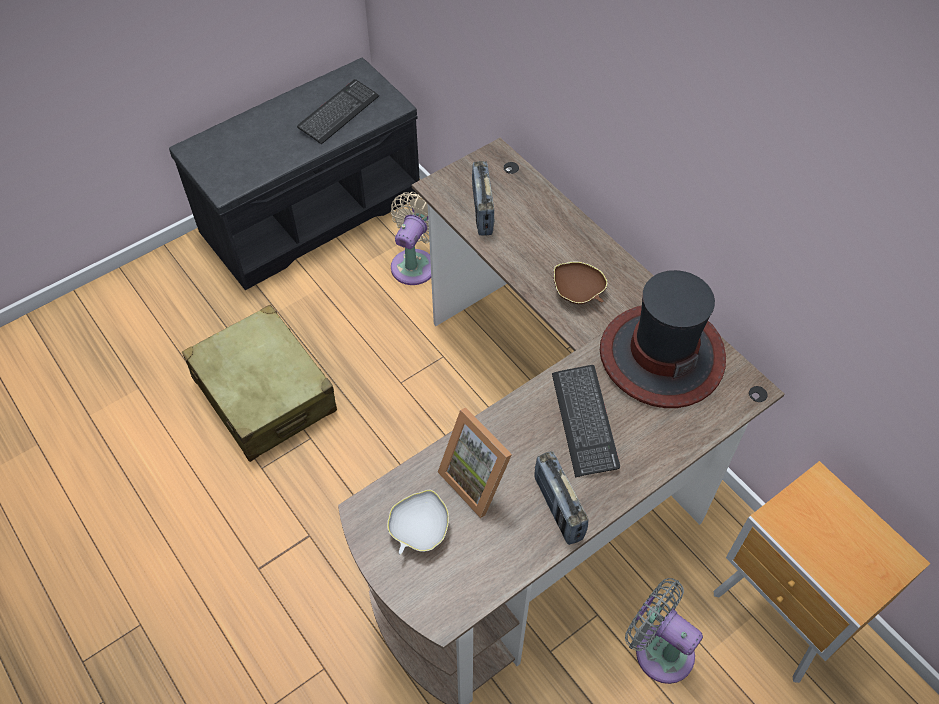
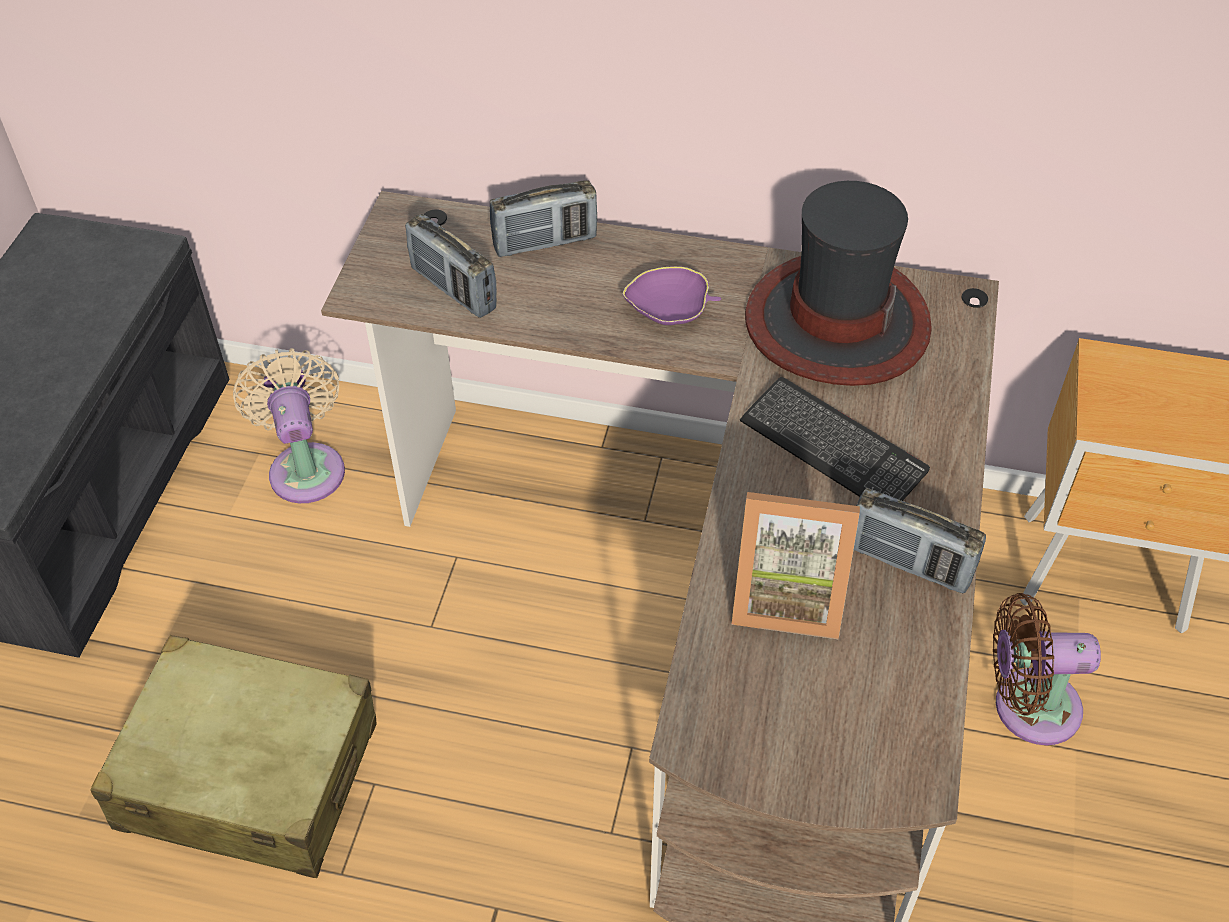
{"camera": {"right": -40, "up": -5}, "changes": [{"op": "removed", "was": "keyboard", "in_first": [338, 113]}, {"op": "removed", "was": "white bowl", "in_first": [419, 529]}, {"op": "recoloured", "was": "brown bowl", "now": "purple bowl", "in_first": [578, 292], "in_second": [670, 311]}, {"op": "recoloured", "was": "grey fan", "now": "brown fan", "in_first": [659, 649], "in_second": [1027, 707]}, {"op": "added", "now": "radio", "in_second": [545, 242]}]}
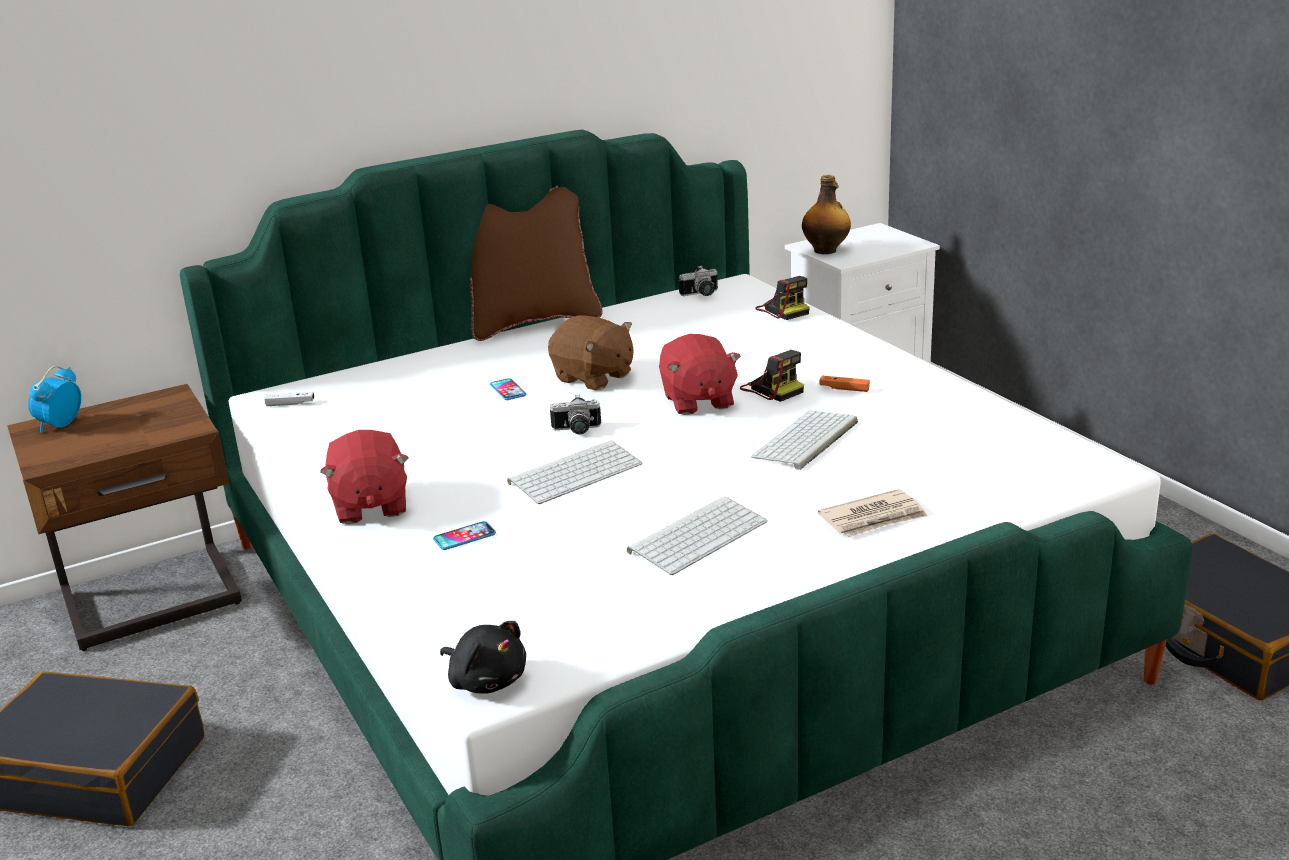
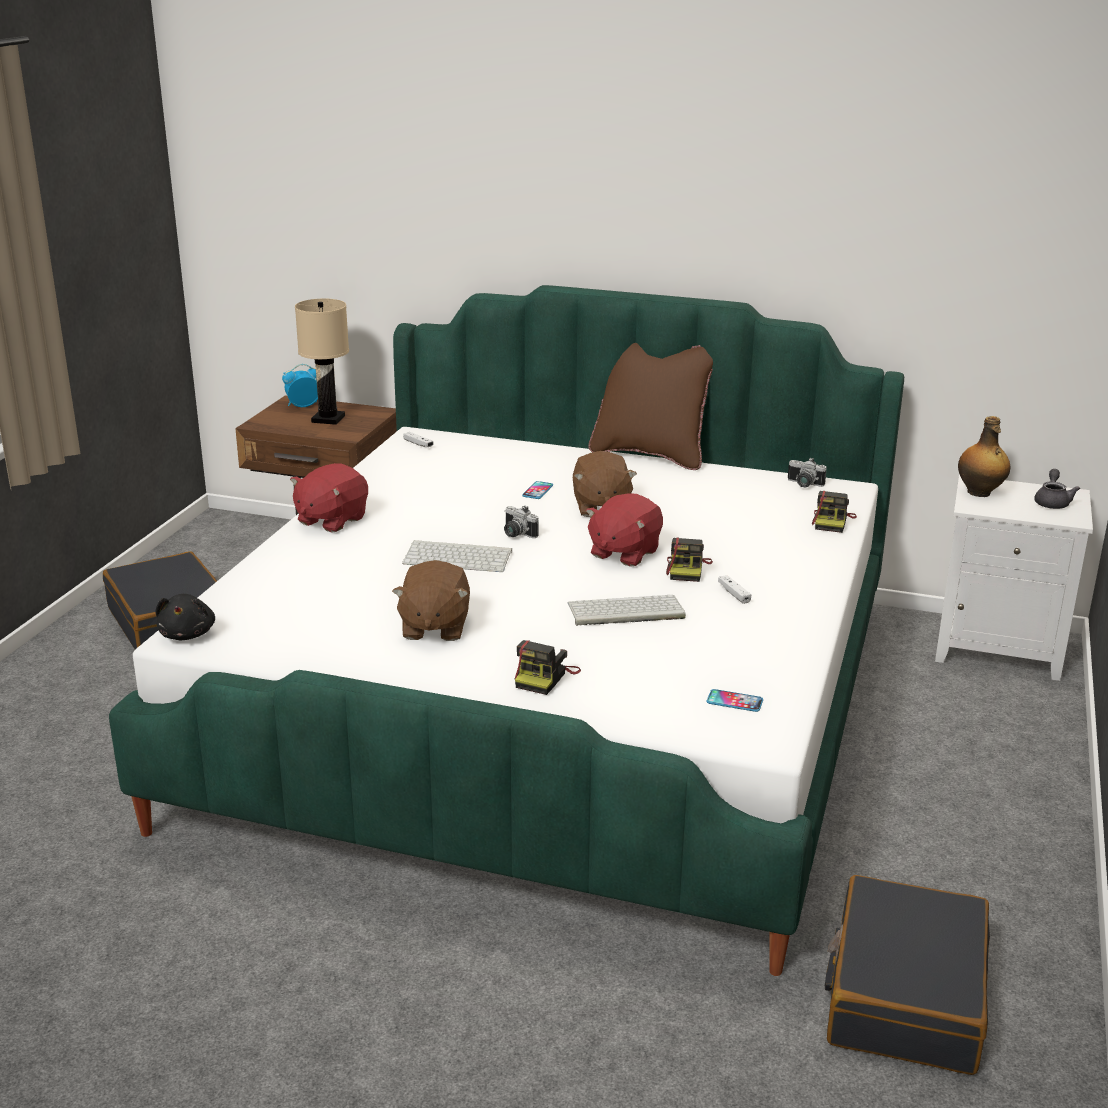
{"camera": {"right": 45, "up": 0}, "changes": [{"op": "moved", "was": "phone", "in_first": [464, 537], "in_second": [734, 701]}, {"op": "replaced", "was": "keyboard", "now": "brown plush toy", "in_first": [698, 535], "in_second": [434, 627]}, {"op": "replaced", "was": "newspaper", "now": "photo camera", "in_first": [874, 518], "in_second": [545, 677]}, {"op": "recoloured", "was": "orange game controller", "now": "white game controller", "in_first": [844, 389], "in_second": [734, 594]}, {"op": "added", "now": "beige table lamp", "in_second": [328, 419]}, {"op": "added", "now": "grey teapot", "in_second": [1052, 502]}]}
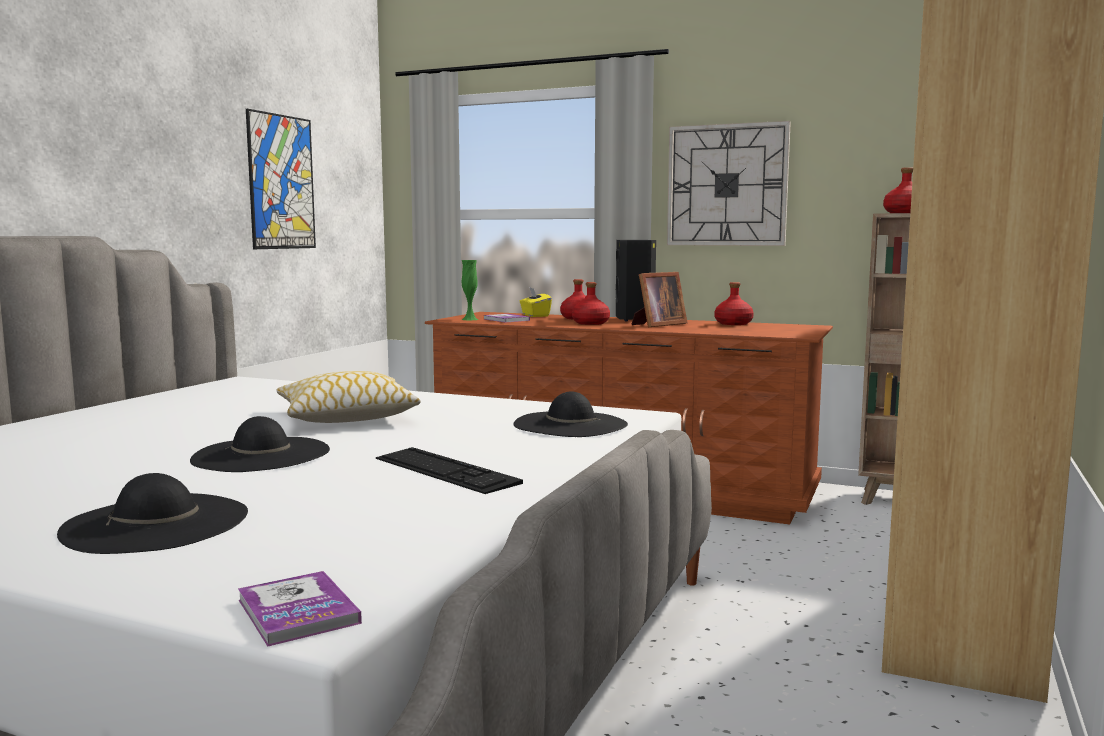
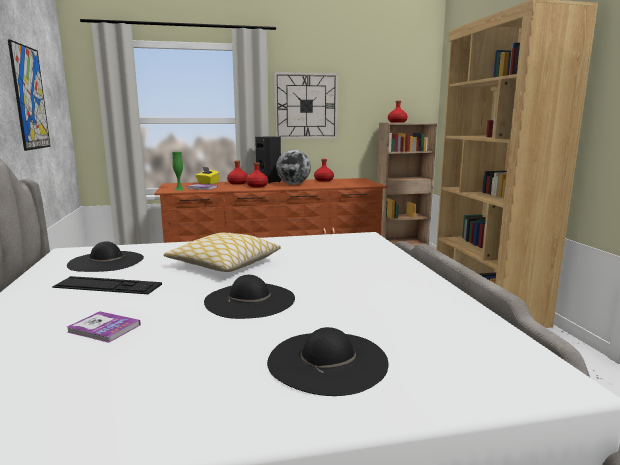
{"camera": {"right": -35, "up": 5}, "changes": [{"op": "moved", "was": "book", "in_first": [298, 611], "in_second": [104, 328]}, {"op": "moved", "was": "keyboard", "in_first": [445, 470], "in_second": [107, 286]}, {"op": "moved", "was": "black hat", "in_first": [570, 424], "in_second": [106, 261]}, {"op": "replaced", "was": "picture frame", "now": "globe", "in_first": [657, 325], "in_second": [293, 184]}]}
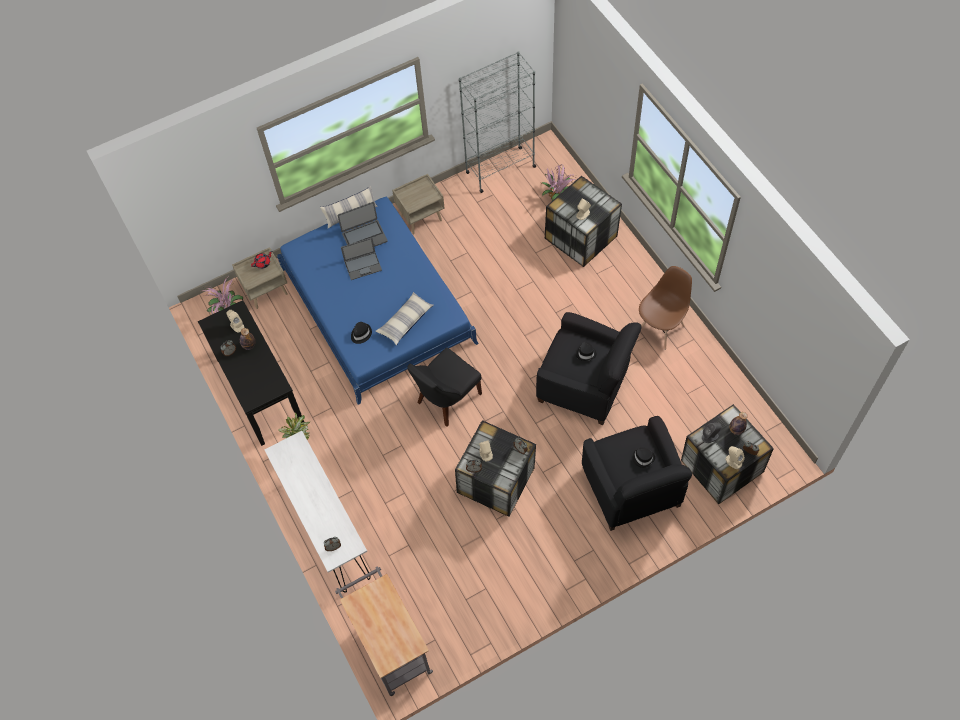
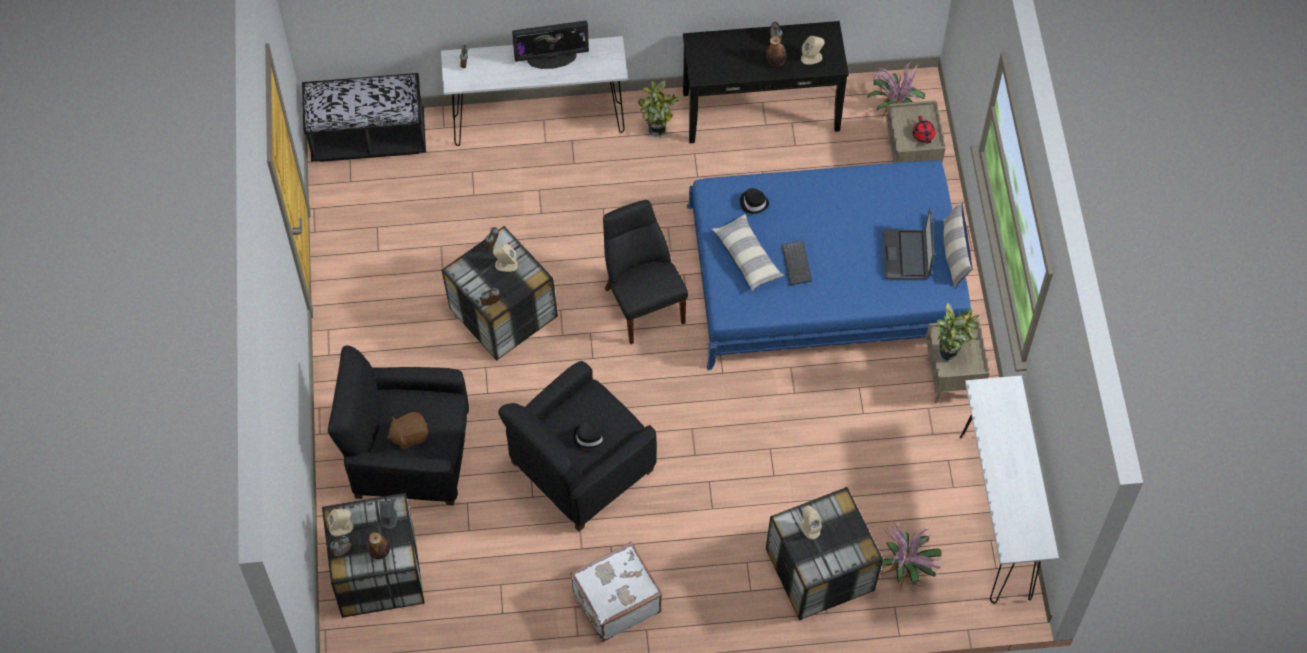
{"camera": {"right": 110, "up": 0}, "changes": [{"op": "replaced", "was": "grey cart", "now": "black bench", "in_first": [390, 646], "in_second": [368, 138]}, {"op": "removed", "was": "laptop", "in_first": [363, 265]}, {"op": "replaced", "was": "grey bookcase", "now": "white console table", "in_first": [500, 170], "in_second": [995, 515]}, {"op": "replaced", "was": "black hat", "now": "brown plush toy", "in_first": [642, 457], "in_second": [409, 435]}, {"op": "replaced", "was": "brown chair", "now": "white suitcase", "in_first": [660, 329], "in_second": [615, 601]}, {"op": "added", "now": "monitor", "in_second": [552, 58]}, {"op": "added", "now": "keyboard", "in_second": [797, 264]}, {"op": "added", "now": "potted plant", "in_second": [950, 353]}]}
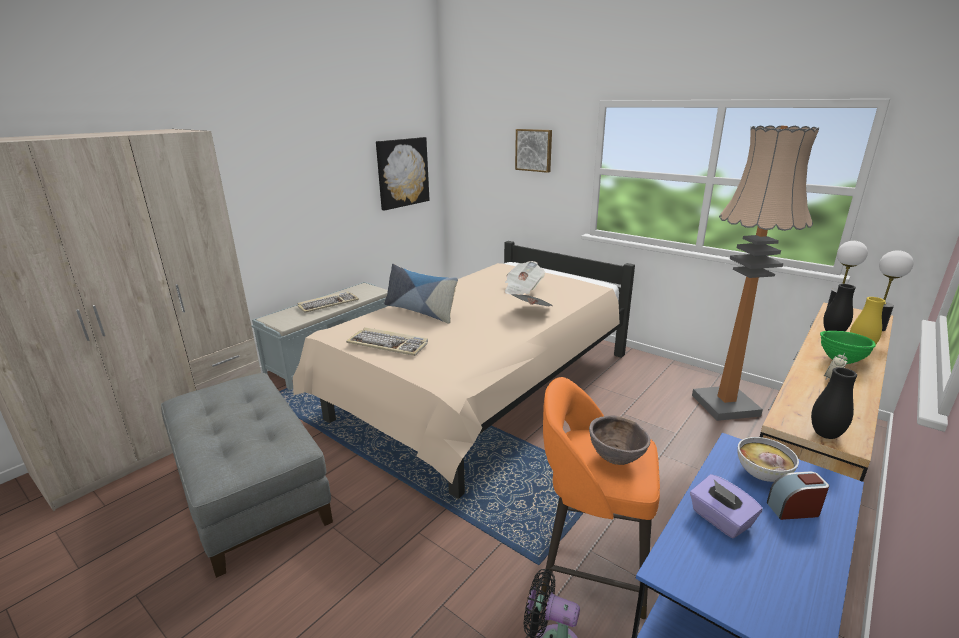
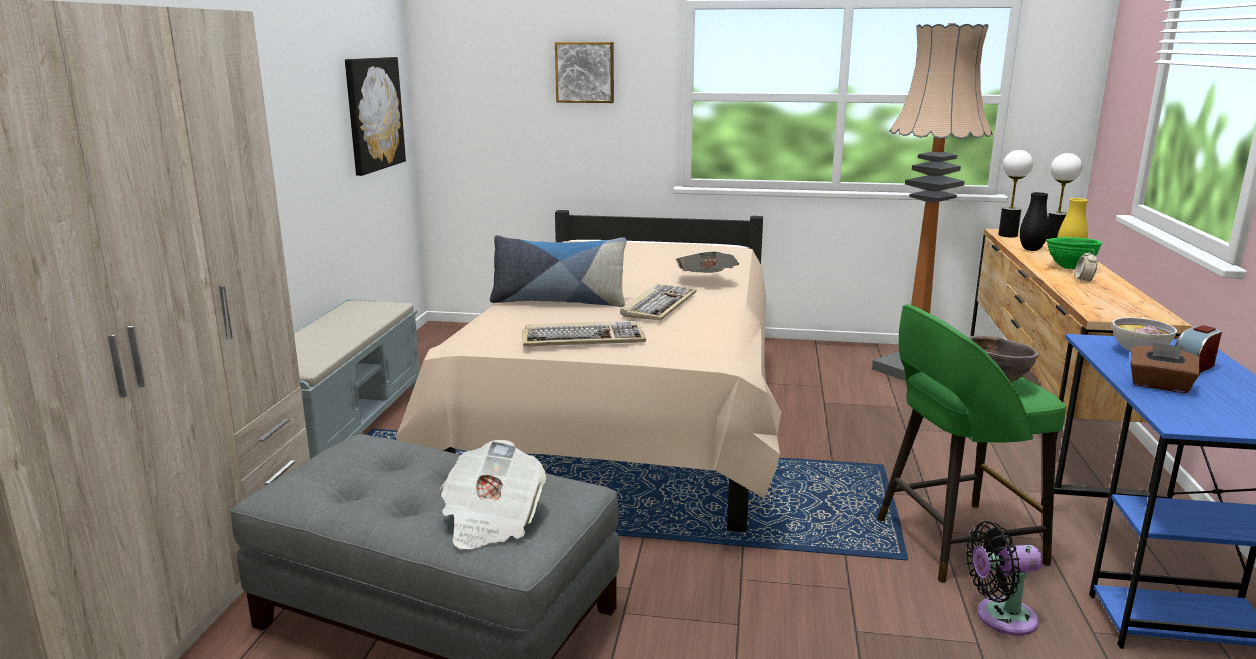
{"camera": {"right": -30, "up": -5}, "changes": [{"op": "moved", "was": "keyboard", "in_first": [328, 304], "in_second": [658, 305]}, {"op": "moved", "was": "newspaper", "in_first": [522, 289], "in_second": [491, 521]}, {"op": "recoloured", "was": "orange stool", "now": "green stool", "in_first": [590, 564], "in_second": [954, 541]}, {"op": "recoloured", "was": "purple tissue box", "now": "brown tissue box", "in_first": [720, 519], "in_second": [1159, 385]}, {"op": "removed", "was": "black vase", "in_first": [825, 434]}]}
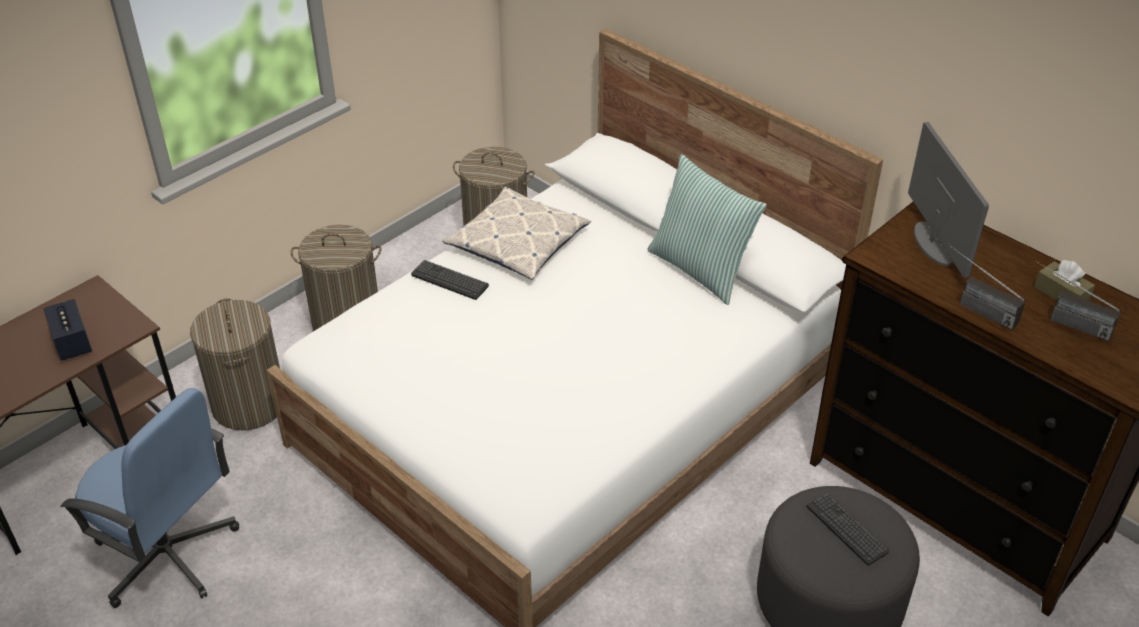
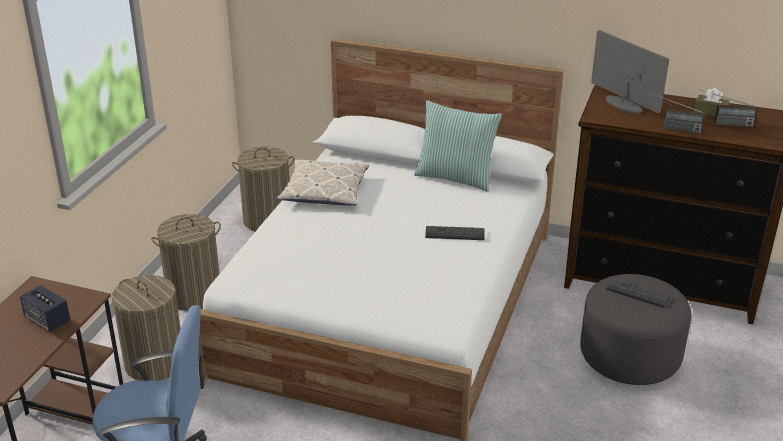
{"camera": {"right": -25, "up": -10}, "changes": [{"op": "moved", "was": "keyboard", "in_first": [449, 280], "in_second": [455, 234]}]}
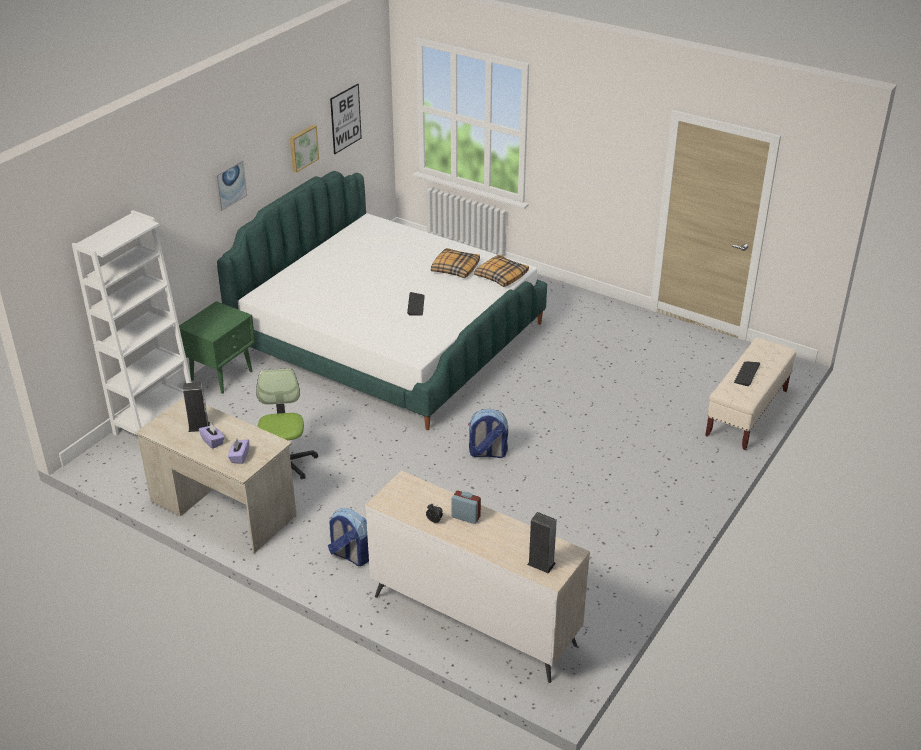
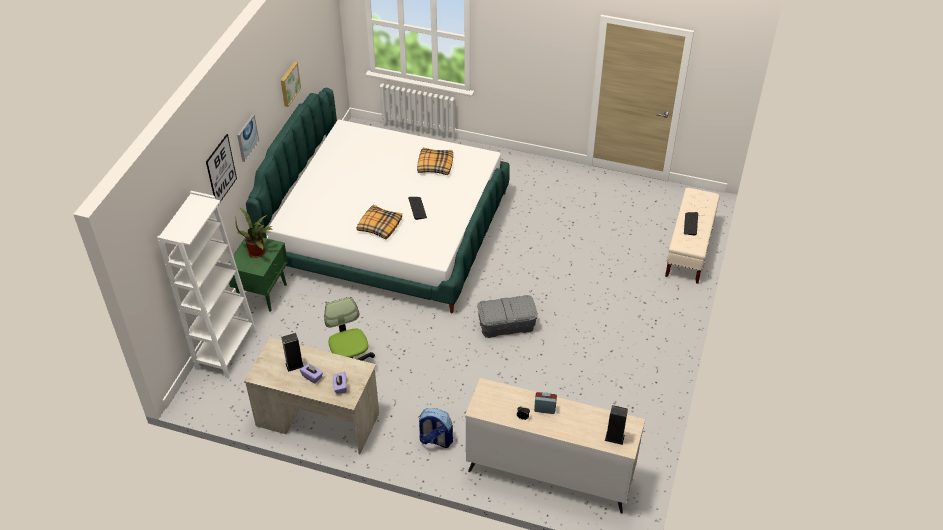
{"camera": {"right": -15, "up": 10}, "changes": [{"op": "moved", "was": "picture", "in_first": [345, 118], "in_second": [221, 170]}, {"op": "replaced", "was": "backpack", "now": "grey storage box", "in_first": [487, 453], "in_second": [506, 325]}, {"op": "moved", "was": "pillow", "in_first": [501, 276], "in_second": [379, 226]}, {"op": "added", "now": "potted plant", "in_second": [258, 251]}]}
